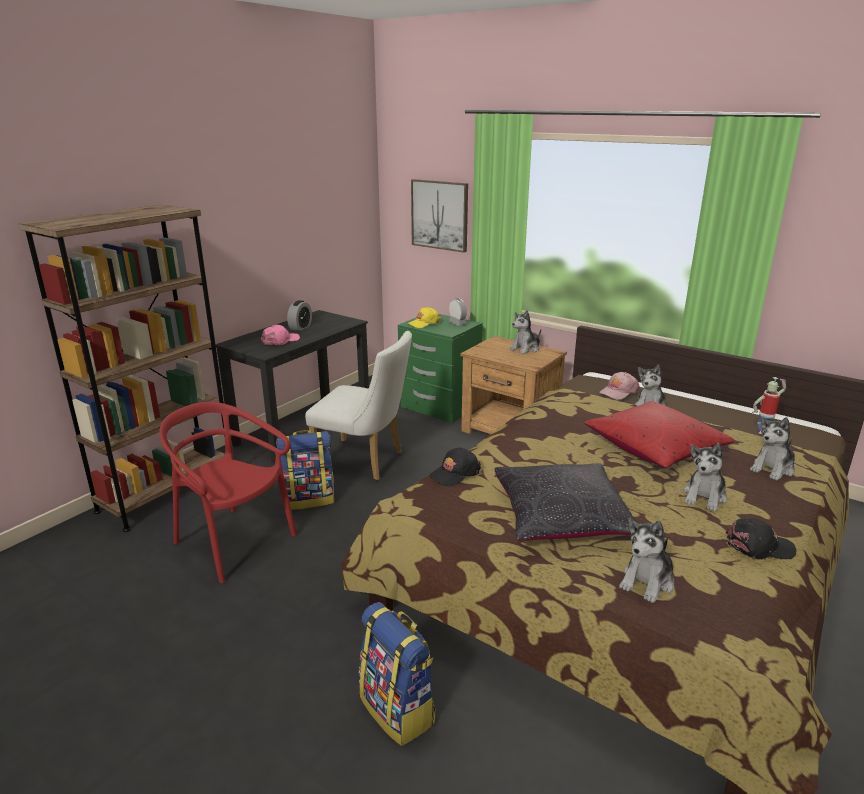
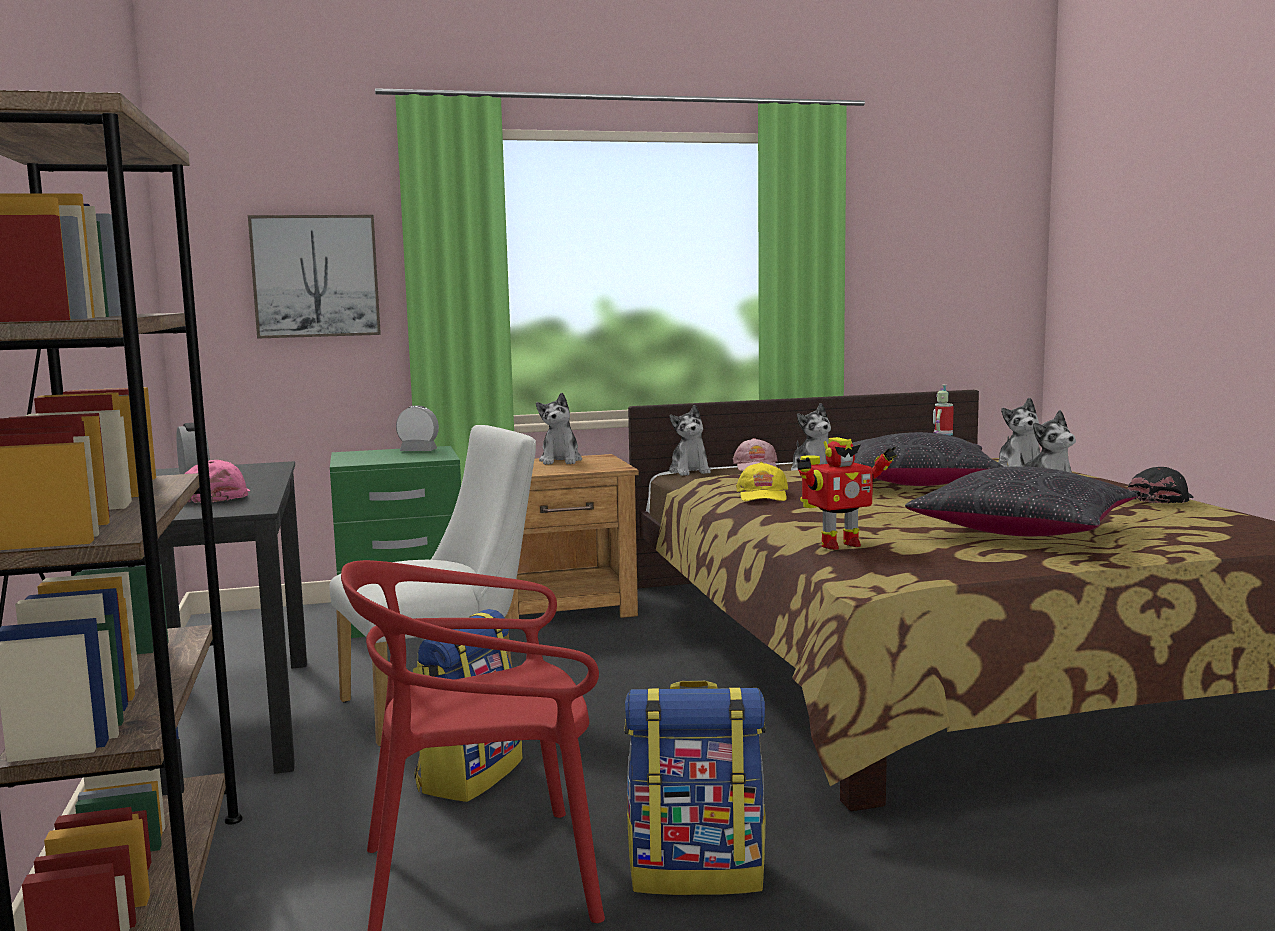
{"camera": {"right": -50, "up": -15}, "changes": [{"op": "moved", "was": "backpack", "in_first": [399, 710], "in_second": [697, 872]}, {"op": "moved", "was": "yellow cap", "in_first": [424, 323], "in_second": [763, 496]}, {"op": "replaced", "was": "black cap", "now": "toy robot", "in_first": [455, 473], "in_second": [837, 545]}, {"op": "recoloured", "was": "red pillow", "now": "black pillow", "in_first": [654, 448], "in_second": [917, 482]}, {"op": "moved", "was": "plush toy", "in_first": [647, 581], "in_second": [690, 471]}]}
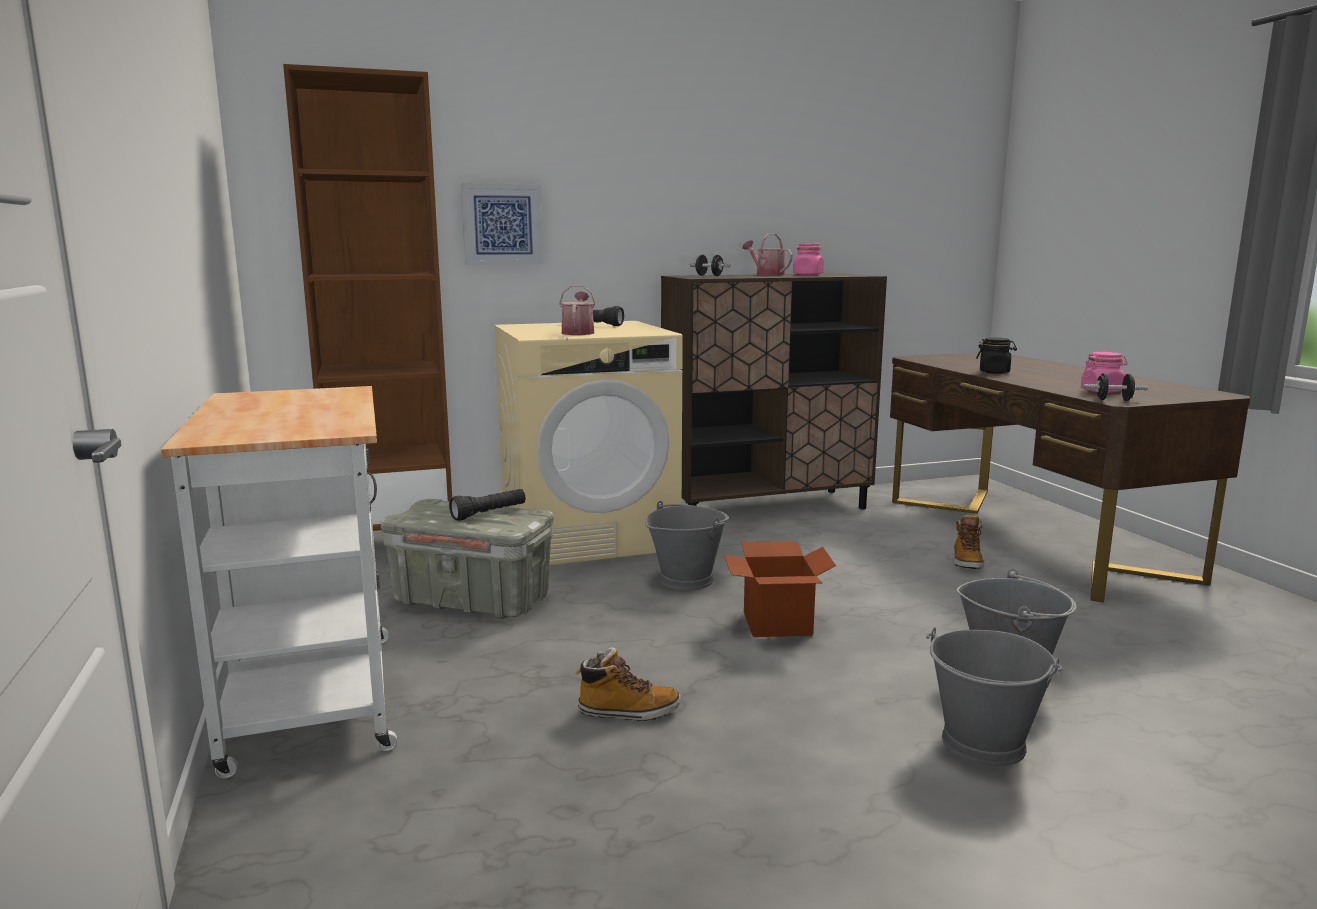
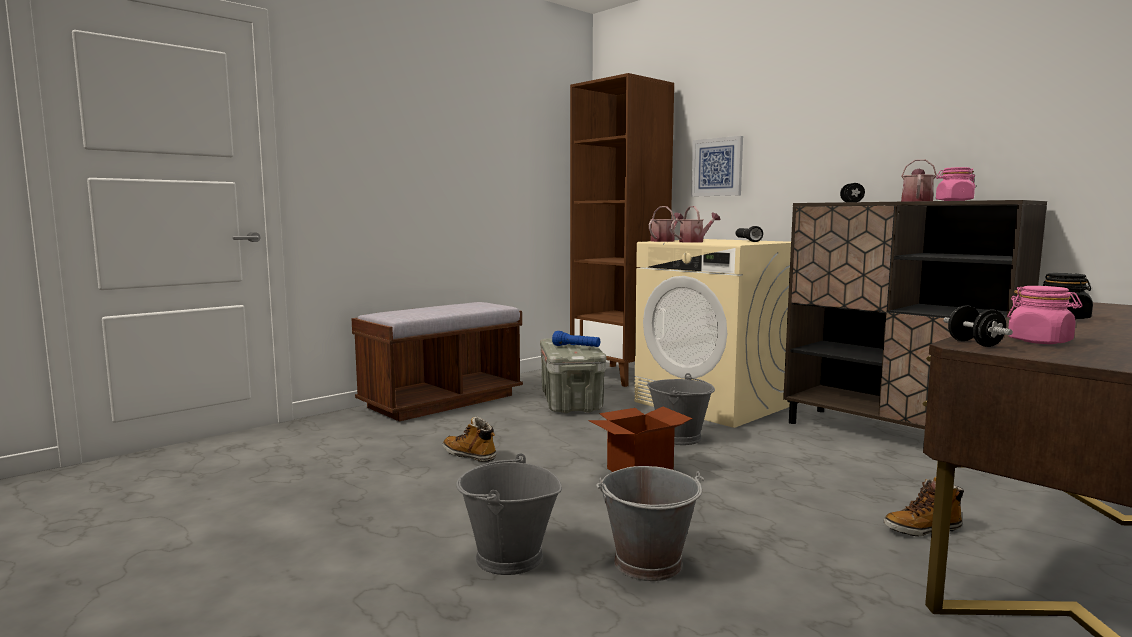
{"camera": {"right": 65, "up": -5}, "changes": [{"op": "replaced", "was": "white cart", "now": "brown bench", "in_first": [312, 691], "in_second": [442, 401]}, {"op": "recoloured", "was": "black flashlight", "now": "blue flashlight", "in_first": [489, 514], "in_second": [576, 347]}, {"op": "turned", "was": "boot", "in_first": [628, 712], "in_second": [470, 455], "clockwise": 150}, {"op": "added", "now": "watering can", "in_second": [664, 241]}]}
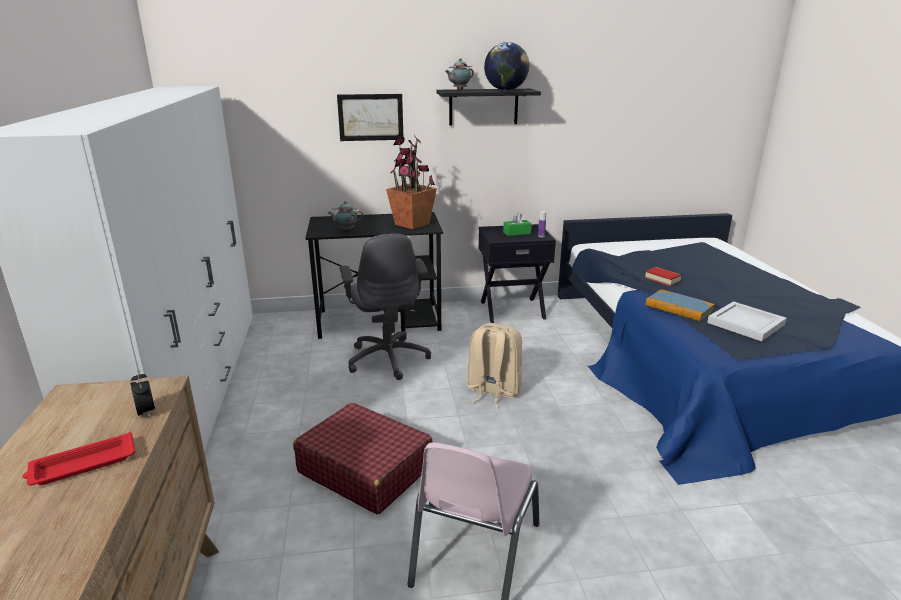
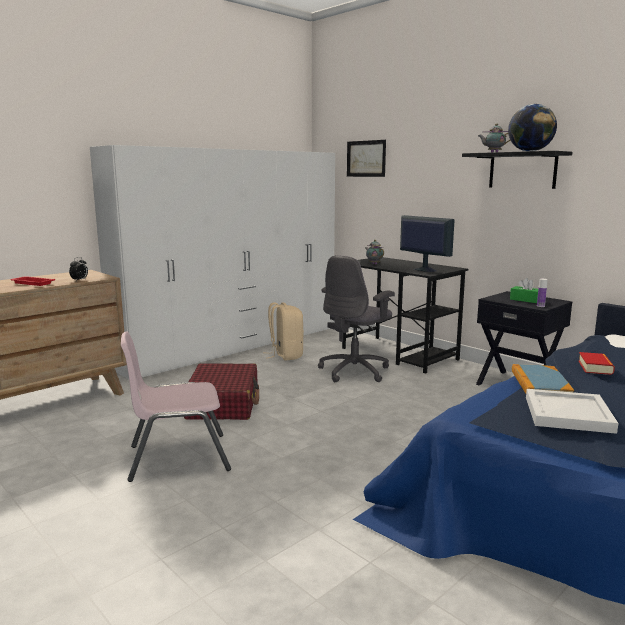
{"camera": {"right": 55, "up": -10}, "changes": [{"op": "moved", "was": "picture", "in_first": [370, 117], "in_second": [366, 158]}, {"op": "replaced", "was": "potted plant", "now": "monitor", "in_first": [412, 224], "in_second": [424, 270]}, {"op": "moved", "was": "beige backpack", "in_first": [493, 391], "in_second": [285, 355]}]}
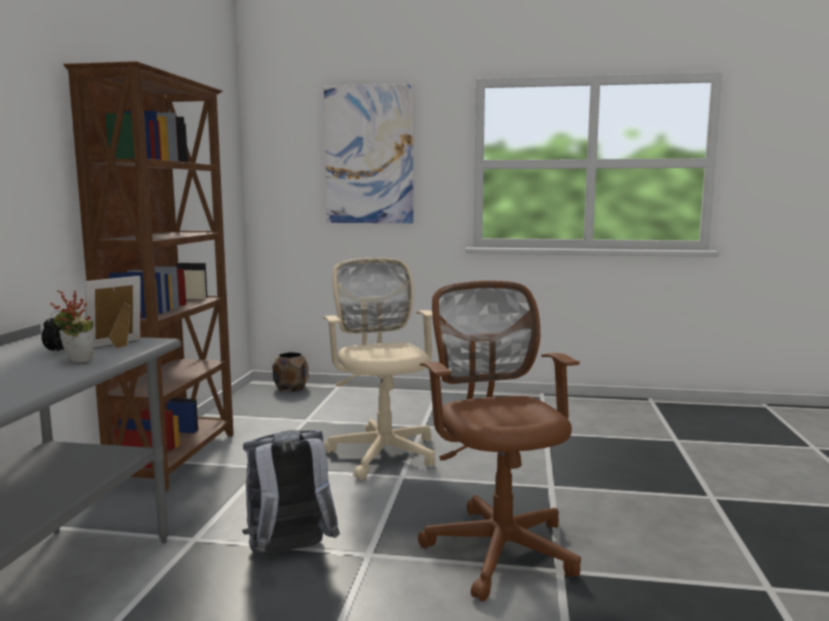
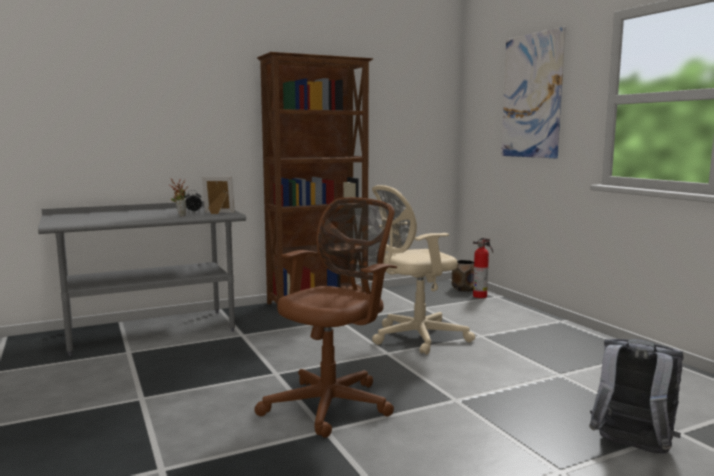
{"camera": {"right": 55, "up": 0}, "changes": [{"op": "moved", "was": "grey backpack", "in_first": [289, 553], "in_second": [631, 449]}, {"op": "turned", "was": "beige office chair", "in_first": [383, 451], "in_second": [415, 338], "clockwise": -150}, {"op": "added", "now": "fire extinguisher", "in_second": [481, 296]}]}
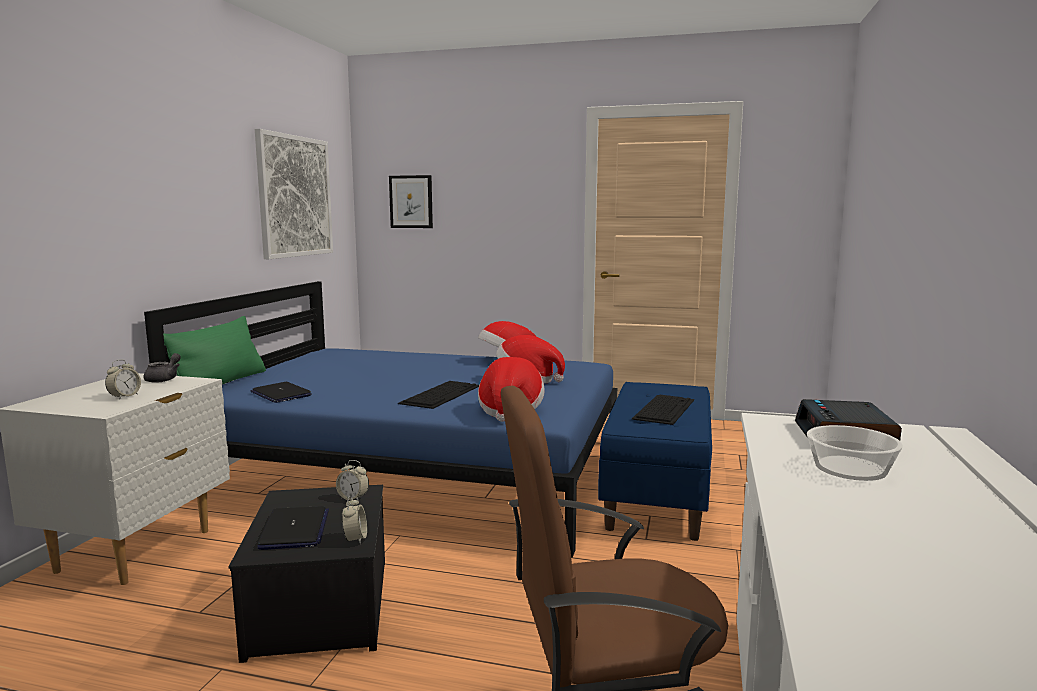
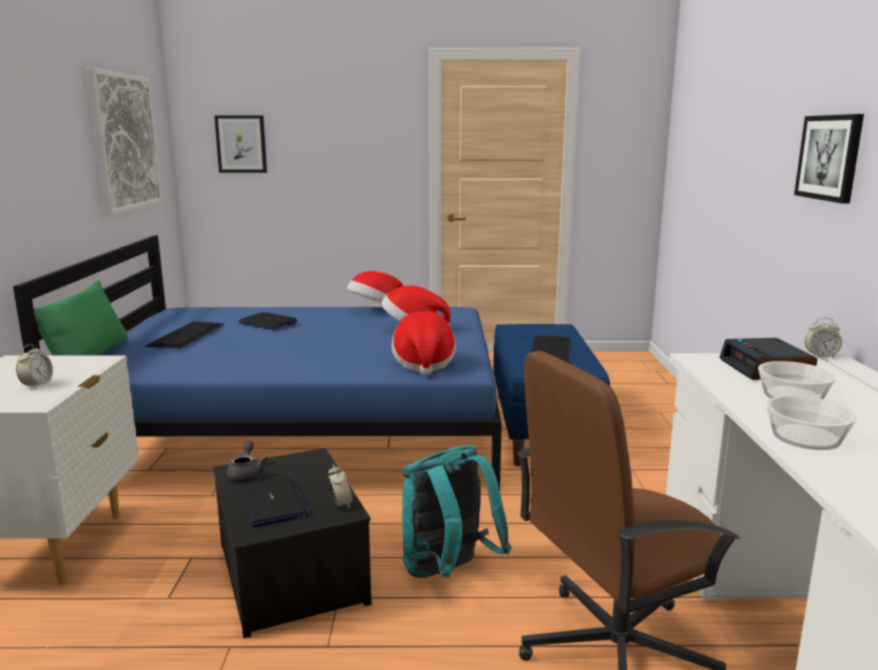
{"camera": {"right": -15, "up": 5}, "changes": [{"op": "moved", "was": "grey teapot", "in_first": [164, 379], "in_second": [246, 474]}, {"op": "moved", "was": "laptop", "in_first": [280, 394], "in_second": [267, 322]}, {"op": "moved", "was": "alarm clock", "in_first": [353, 498], "in_second": [820, 356]}, {"op": "moved", "was": "keyboard", "in_first": [441, 394], "in_second": [186, 334]}, {"op": "added", "now": "turquoise backpack", "in_second": [448, 572]}, {"op": "added", "now": "bowl", "in_second": [806, 437]}, {"op": "added", "now": "picture", "in_second": [830, 157]}]}
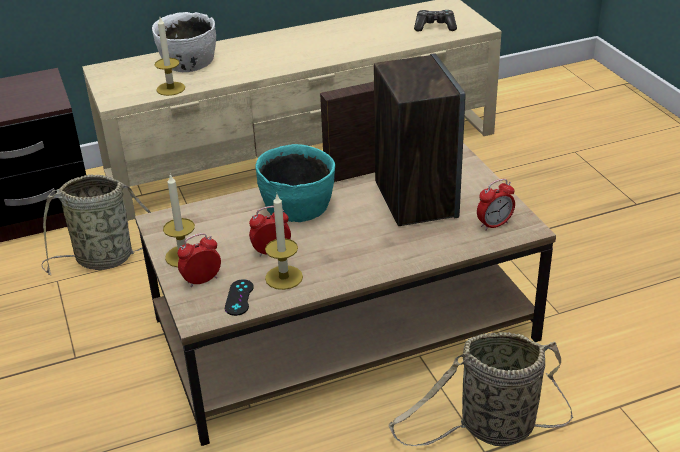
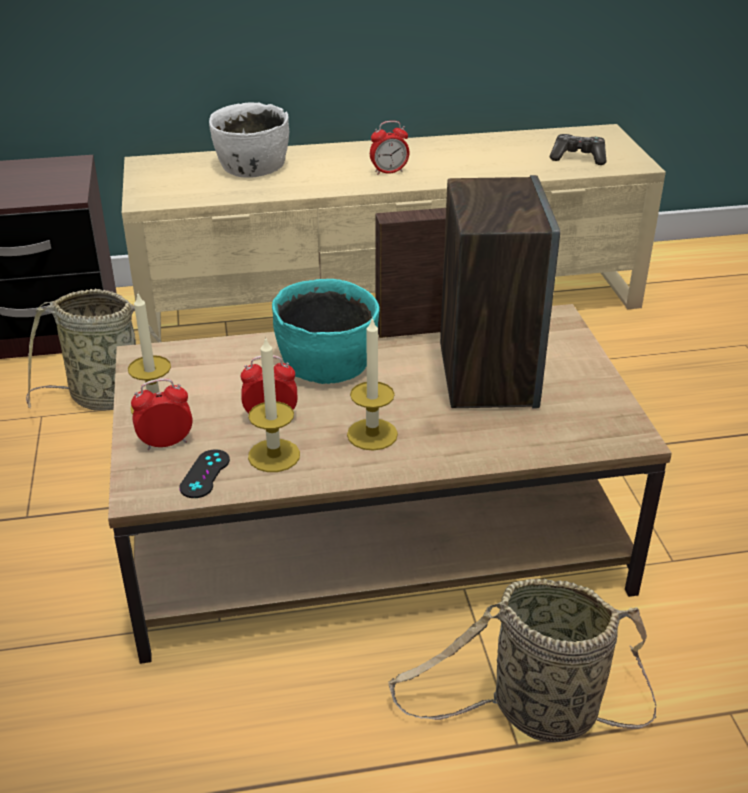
{"camera": {"right": 10, "up": 0}, "changes": [{"op": "moved", "was": "candle", "in_first": [170, 89], "in_second": [372, 434]}, {"op": "moved", "was": "alarm clock", "in_first": [494, 224], "in_second": [389, 172]}]}
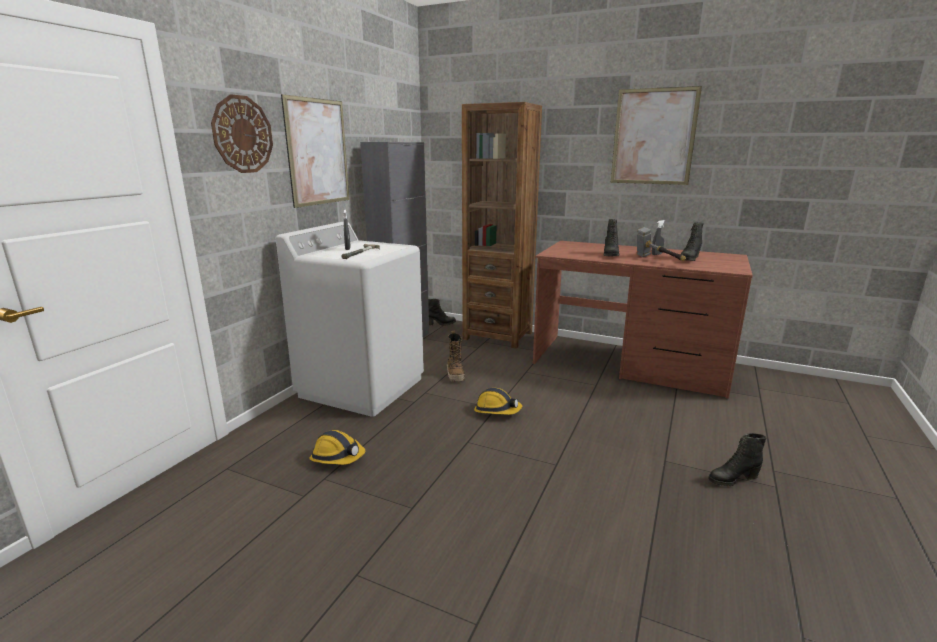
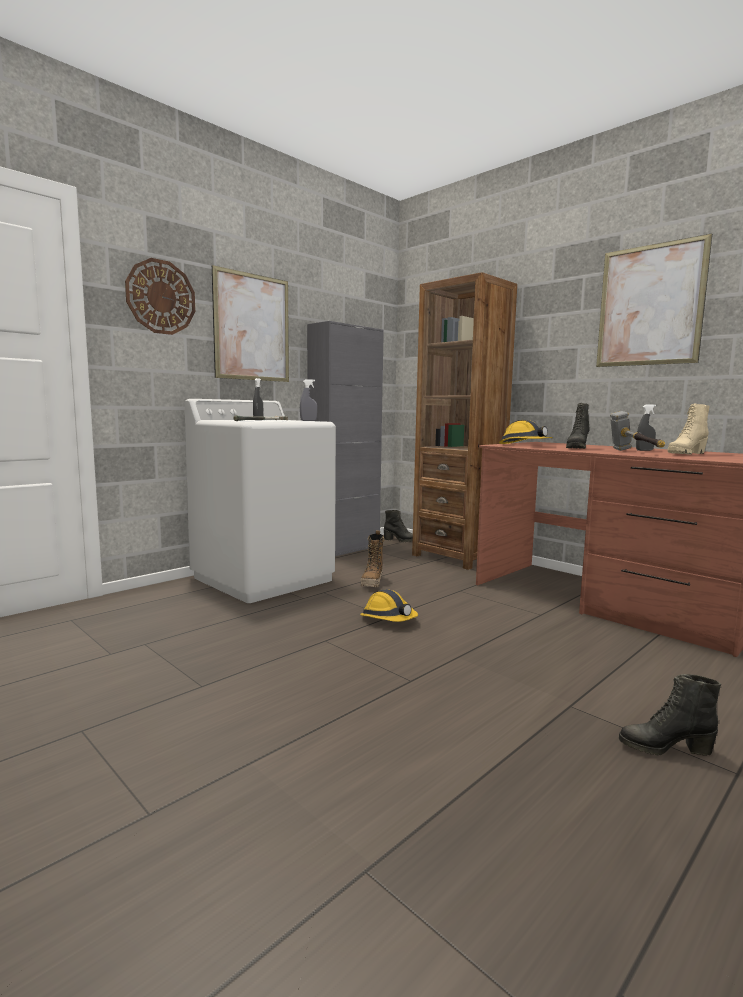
{"camera": {"right": 20, "up": -10}, "changes": [{"op": "moved", "was": "hard hat", "in_first": [338, 457], "in_second": [524, 445]}, {"op": "recoloured", "was": "black boot", "now": "beige boot", "in_first": [689, 259], "in_second": [685, 454]}, {"op": "added", "now": "grey spray bottle", "in_second": [308, 420]}]}
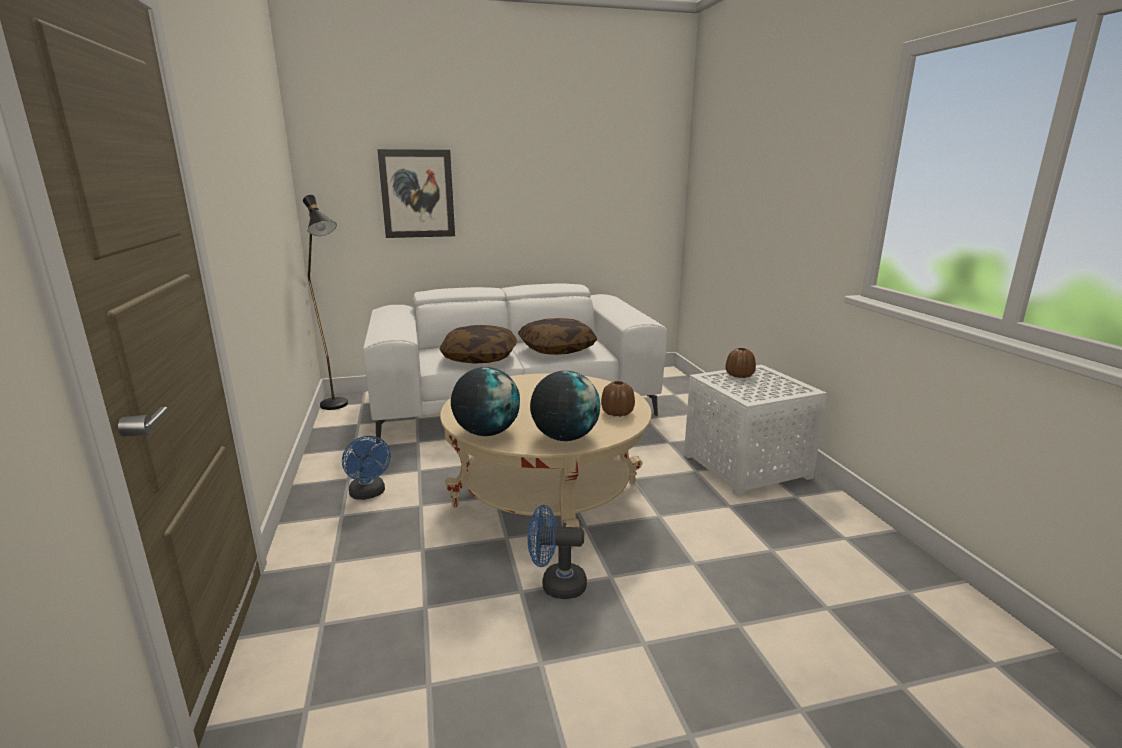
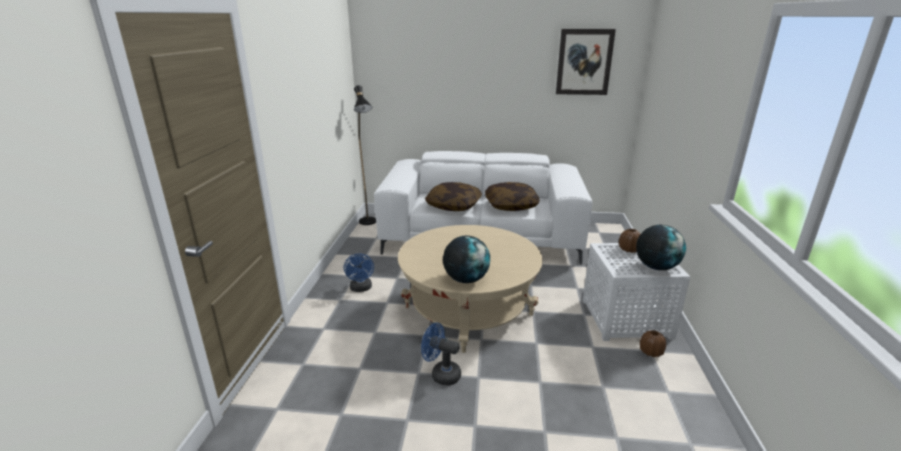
{"camera": {"right": 20, "up": 5}, "changes": [{"op": "moved", "was": "picture", "in_first": [417, 194], "in_second": [584, 62]}, {"op": "moved", "was": "globe", "in_first": [487, 432], "in_second": [656, 267]}, {"op": "moved", "was": "brown vase", "in_first": [617, 413], "in_second": [651, 352]}]}
